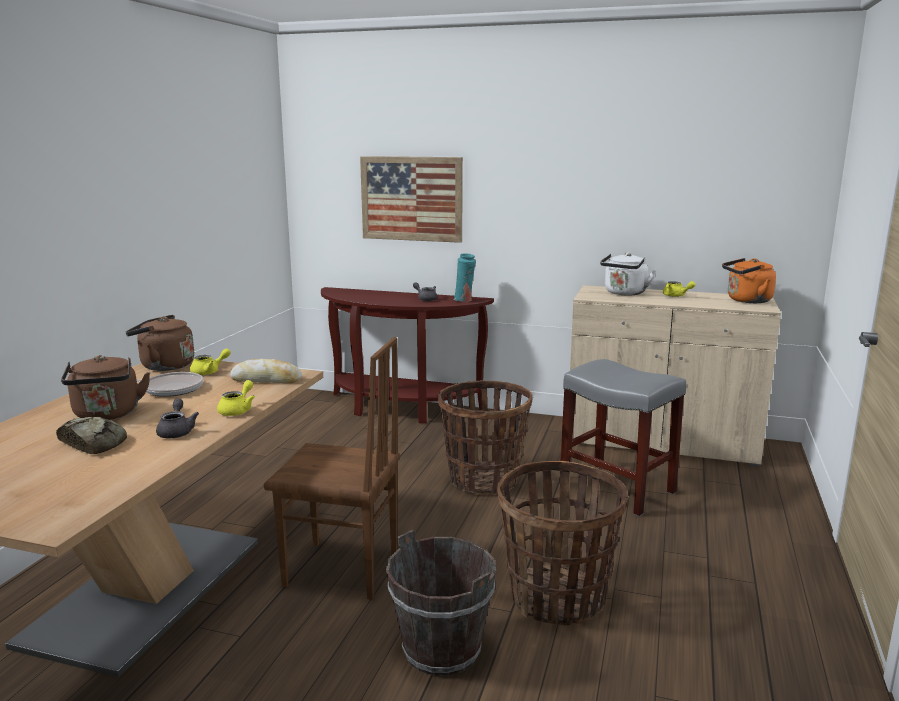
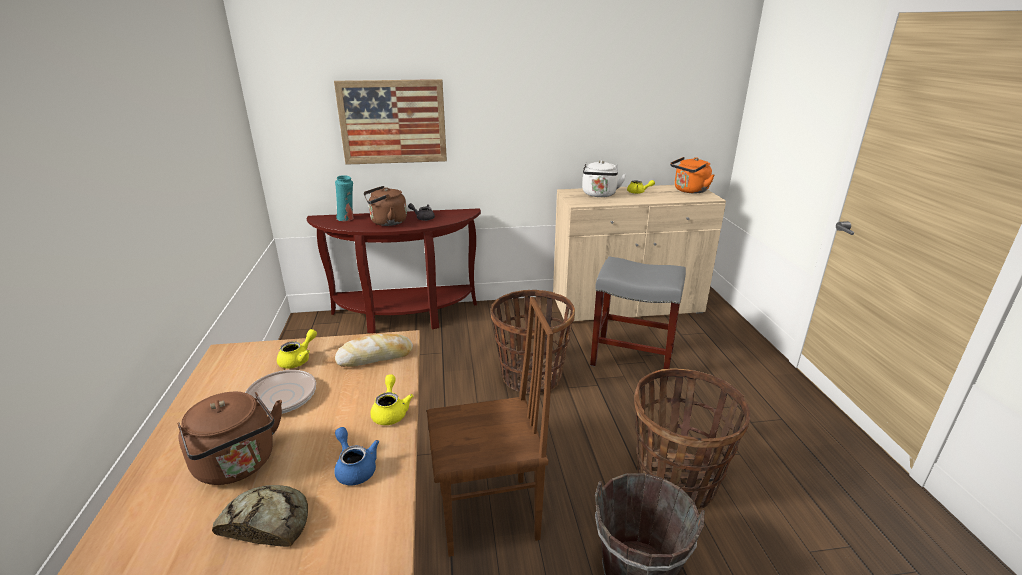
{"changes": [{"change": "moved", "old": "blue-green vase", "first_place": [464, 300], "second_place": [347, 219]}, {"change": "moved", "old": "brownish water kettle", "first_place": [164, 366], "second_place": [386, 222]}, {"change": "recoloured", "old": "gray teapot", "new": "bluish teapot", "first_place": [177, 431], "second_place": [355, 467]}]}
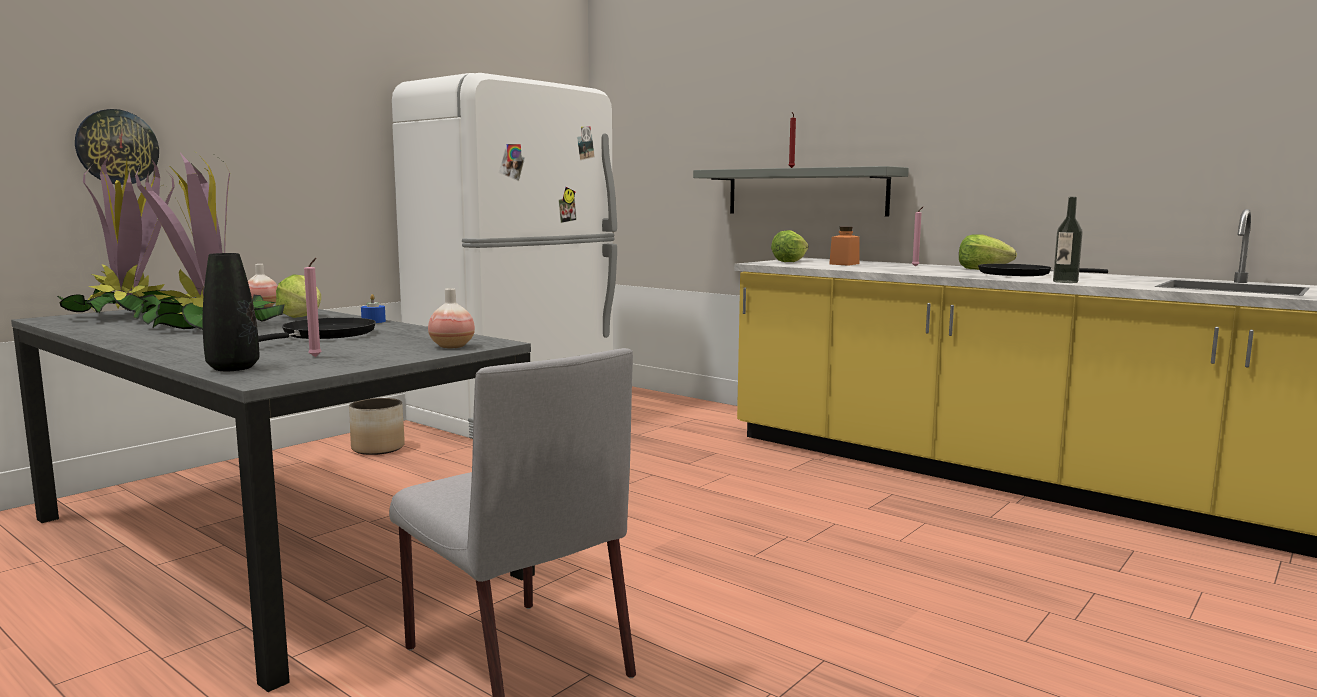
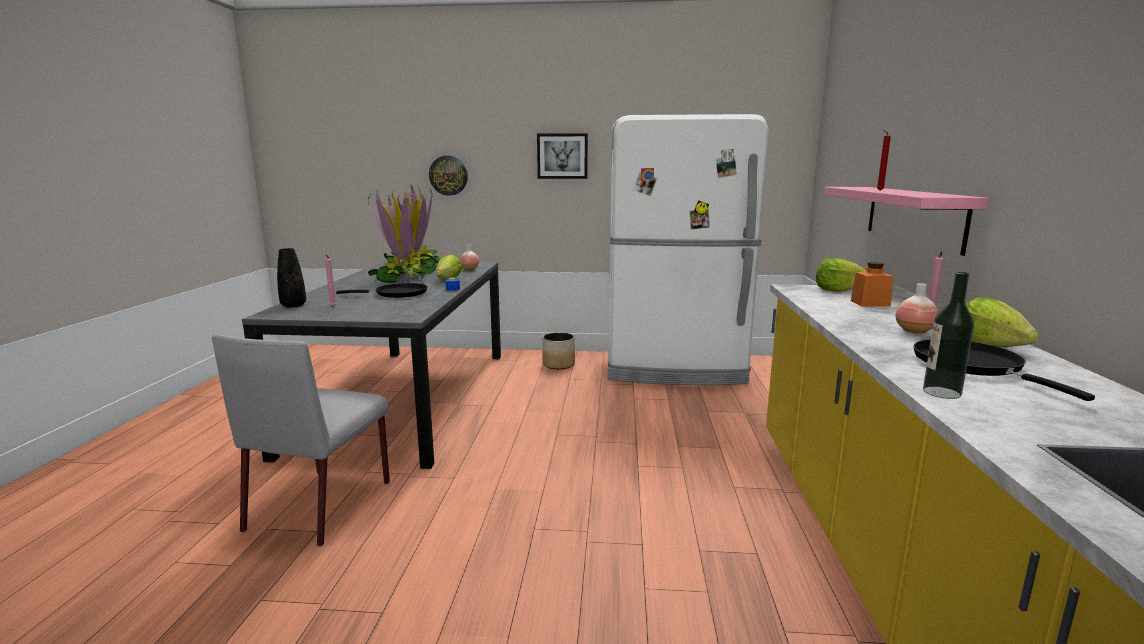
{"changes": [{"change": "recoloured", "old": "gray shelf", "new": "pink-coloured shelf", "first_place": [805, 192], "second_place": [913, 216]}, {"change": "moved", "old": "vase", "first_place": [452, 346], "second_place": [914, 331]}, {"change": "added", "new": "picture", "second_place": [562, 156]}]}
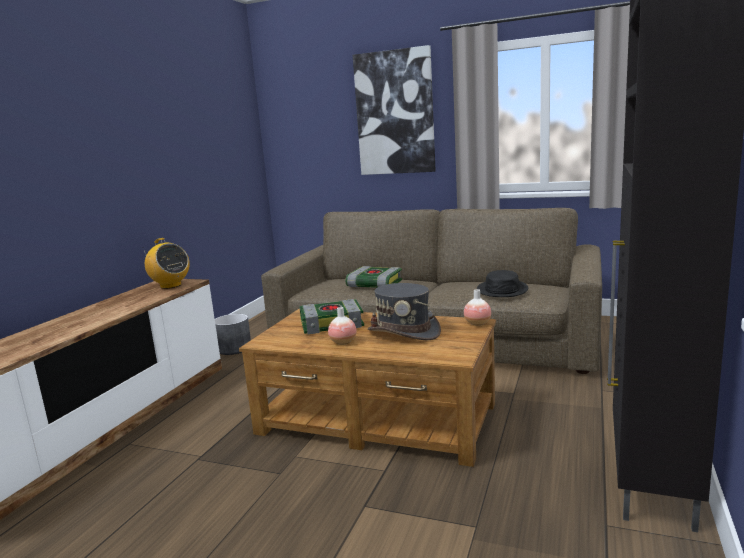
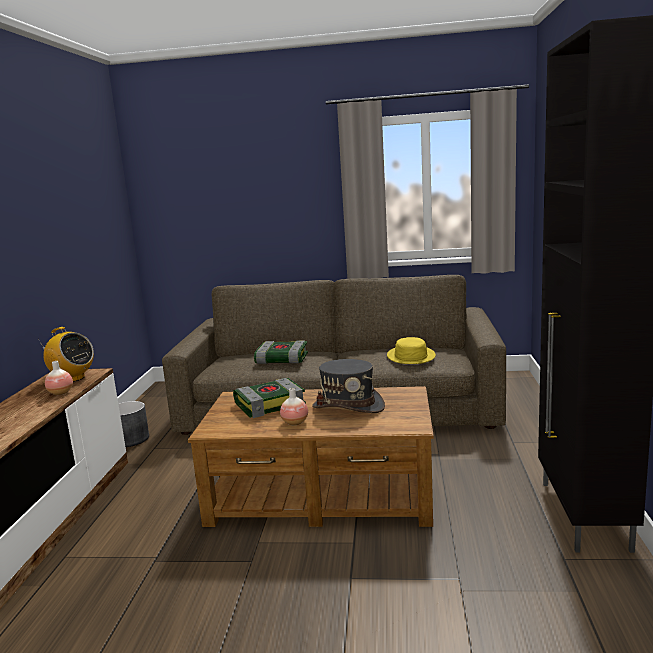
{"changes": [{"change": "removed", "old": "picture", "first_place": [395, 113]}, {"change": "recoloured", "old": "black-coloured wearable hat", "new": "yellowish wearable hat", "first_place": [502, 290], "second_place": [410, 356]}, {"change": "moved", "old": "vase", "first_place": [477, 323], "second_place": [60, 393]}]}
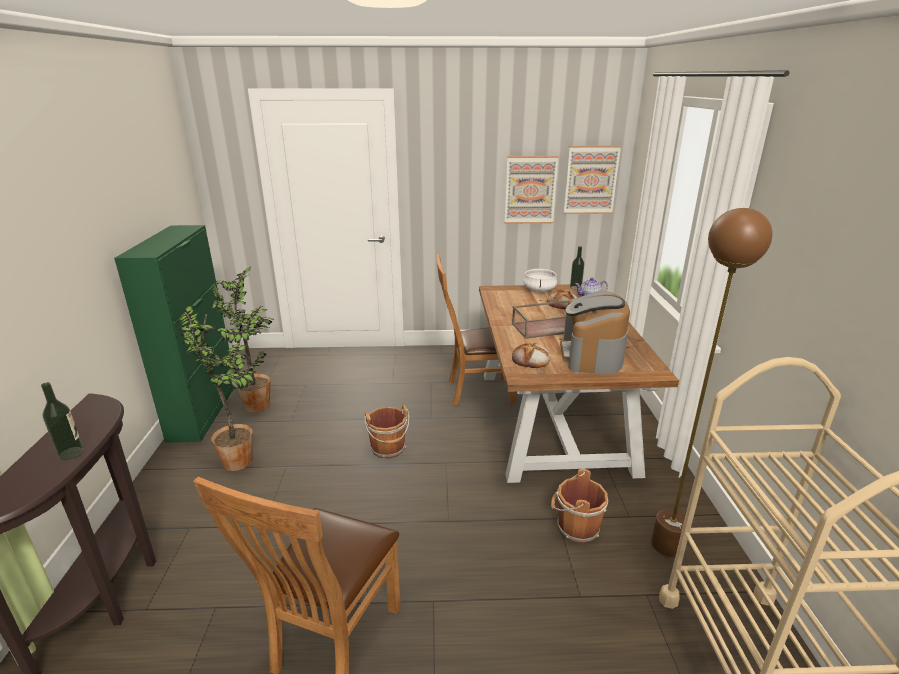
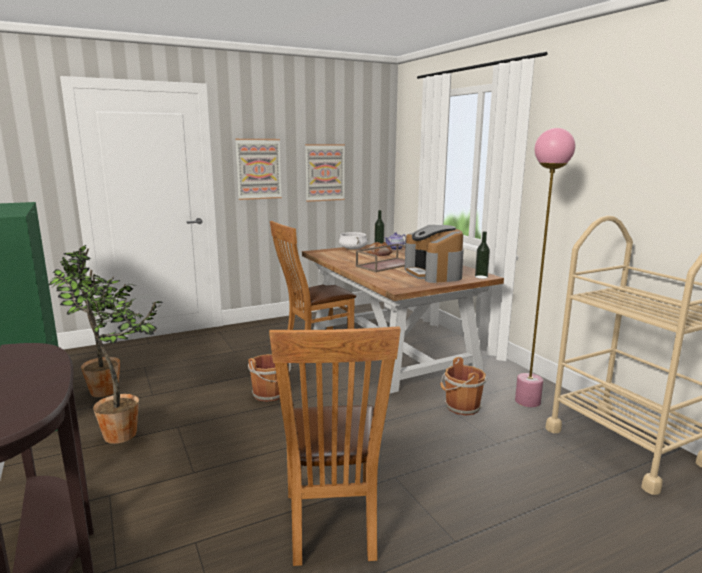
{"changes": [{"change": "moved", "old": "picture", "first_place": [591, 180], "second_place": [258, 169]}, {"change": "recoloured", "old": "brownish standing lamp", "new": "pink-coloured standing lamp", "first_place": [667, 545], "second_place": [527, 401]}, {"change": "removed", "old": "baked bread", "first_place": [531, 360]}, {"change": "moved", "old": "bottle", "first_place": [71, 453], "second_place": [481, 277]}]}
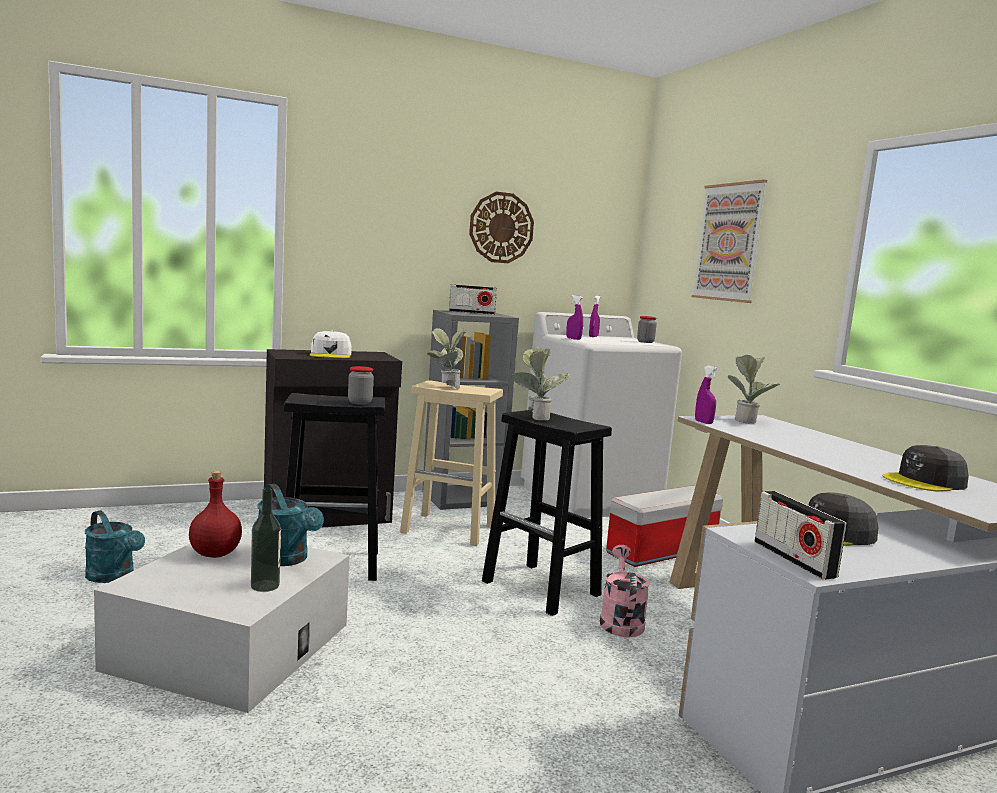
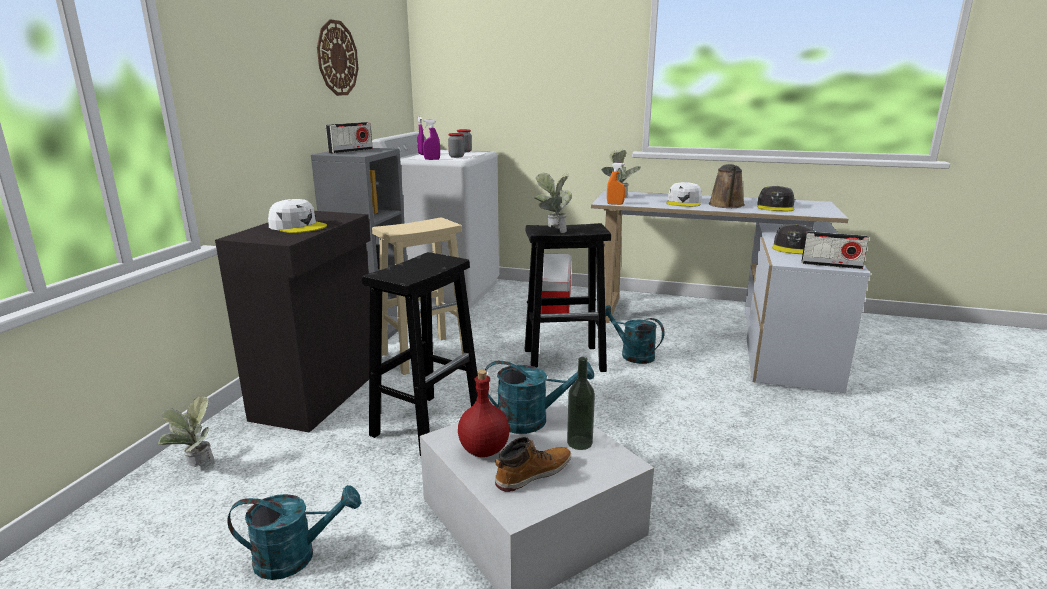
{"changes": [{"change": "removed", "old": "picture", "first_place": [729, 242]}, {"change": "moved", "old": "potted plant", "first_place": [445, 387], "second_place": [196, 468]}, {"change": "moved", "old": "preserve jar", "first_place": [360, 402], "second_place": [456, 156]}, {"change": "recoloured", "old": "purplish sprayer", "new": "orange-coloured sprayer", "first_place": [703, 422], "second_place": [615, 204]}, {"change": "recoloured", "old": "pink-coloured watering pot", "new": "blue-green watering pot", "first_place": [620, 620], "second_place": [632, 354]}, {"change": "added", "new": "brownish watering pot", "second_place": [727, 205]}, {"change": "added", "new": "white peaked cap", "second_place": [684, 202]}, {"change": "added", "new": "high-top boot", "second_place": [533, 473]}]}
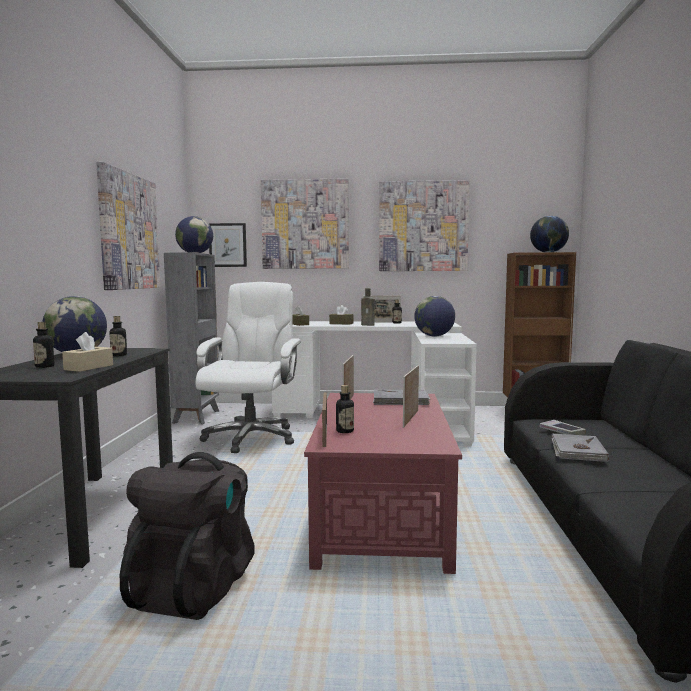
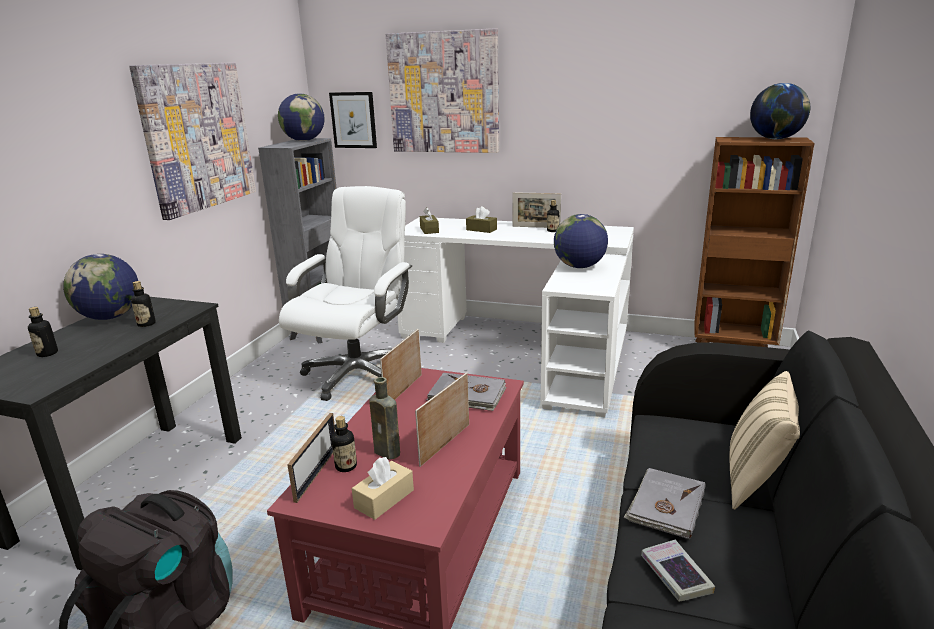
{"changes": [{"change": "removed", "old": "picture", "first_place": [423, 226]}, {"change": "moved", "old": "brownish bottle", "first_place": [368, 325], "second_place": [388, 452]}, {"change": "moved", "old": "beige-coloured box of tissues", "first_place": [89, 367], "second_place": [384, 499]}, {"change": "moved", "old": "bound book", "first_place": [561, 432], "second_place": [675, 575]}, {"change": "added", "new": "beige-coloured throw pillow", "second_place": [756, 481]}]}
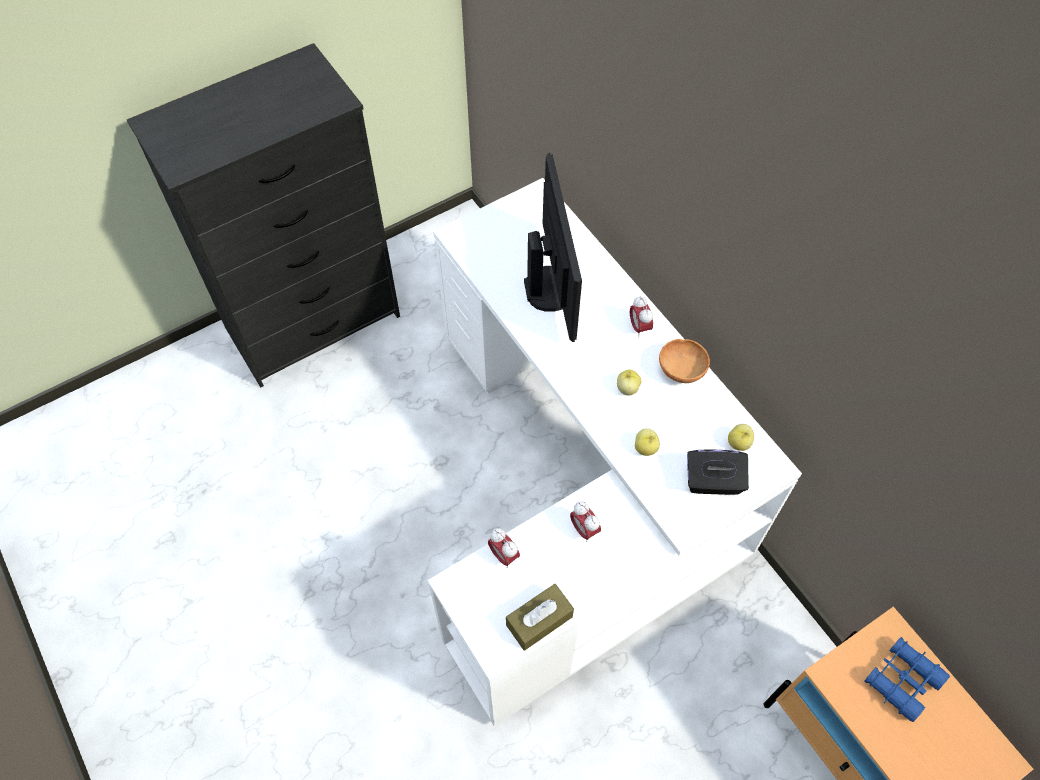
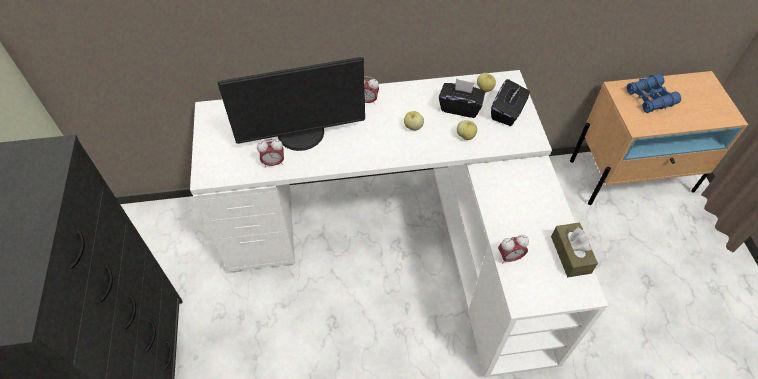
{"changes": [{"change": "turned", "old": "monitor", "first_place": [552, 288], "second_place": [301, 135], "degrees": 150}, {"change": "removed", "old": "brownish deep dish", "first_place": [682, 369]}, {"change": "moved", "old": "bedside clock", "first_place": [584, 529], "second_place": [273, 163]}, {"change": "added", "new": "black-coloured box of tissues", "second_place": [460, 107]}]}
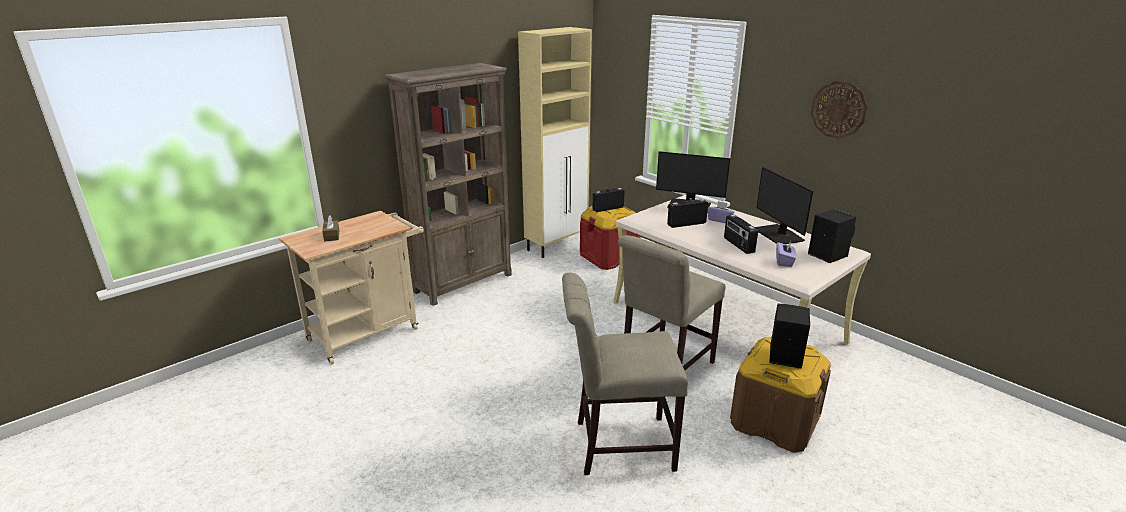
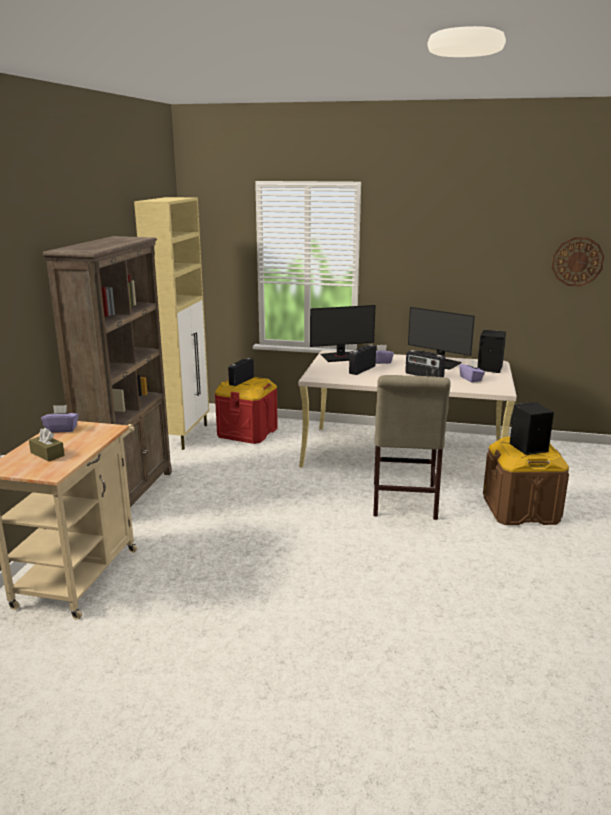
{"changes": [{"change": "moved", "old": "hanging clock", "first_place": [838, 109], "second_place": [577, 261]}, {"change": "removed", "old": "beige-coloured plain chair", "first_place": [617, 444]}, {"change": "added", "new": "purplish box of tissues", "second_place": [62, 429]}]}
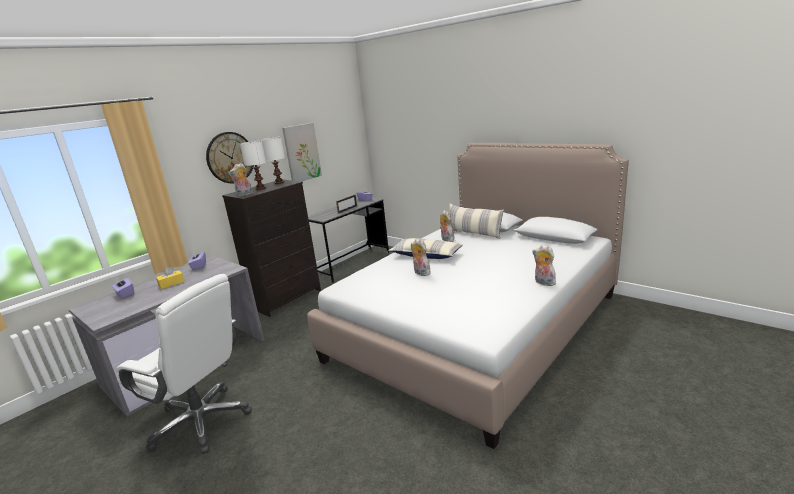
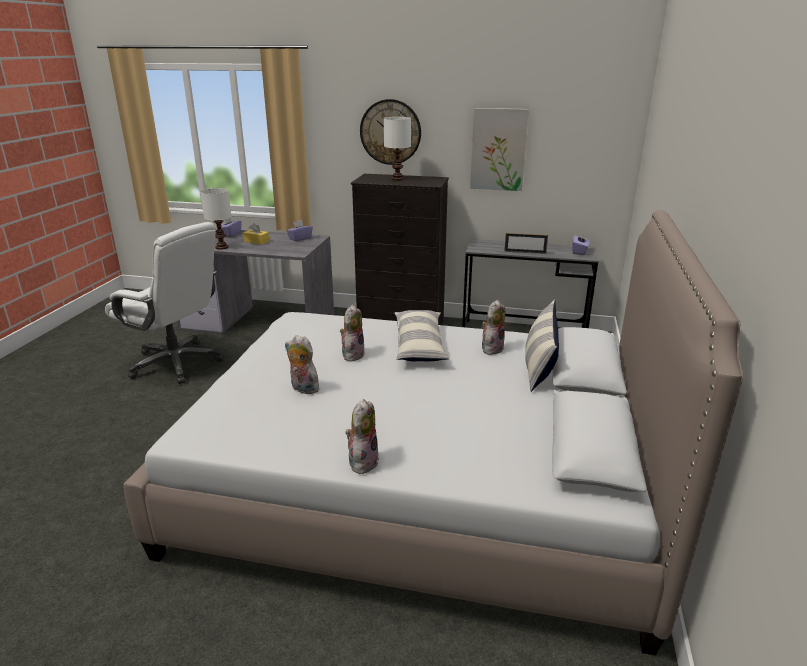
{"changes": [{"change": "moved", "old": "white lamp for a table", "first_place": [279, 183], "second_place": [221, 247]}, {"change": "moved", "old": "soft toy", "first_place": [244, 195], "second_place": [302, 389]}, {"change": "turned", "old": "white computer chair", "first_place": [202, 421], "second_place": [176, 363], "degrees": -60}]}
